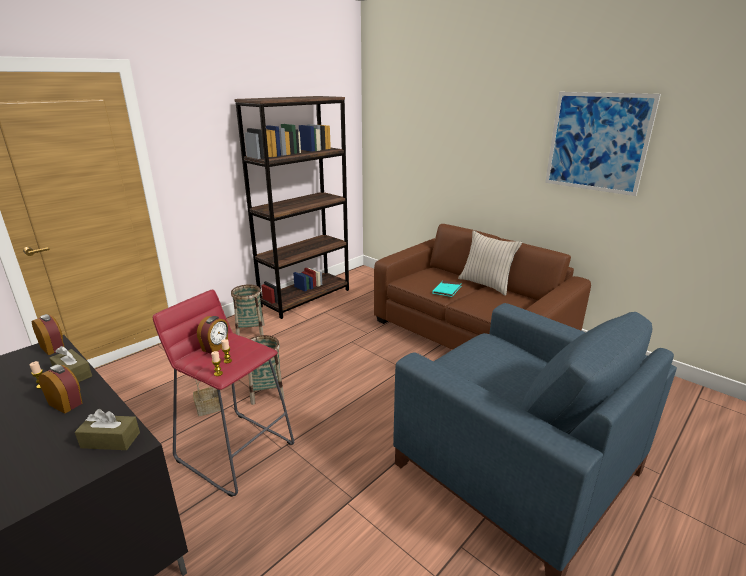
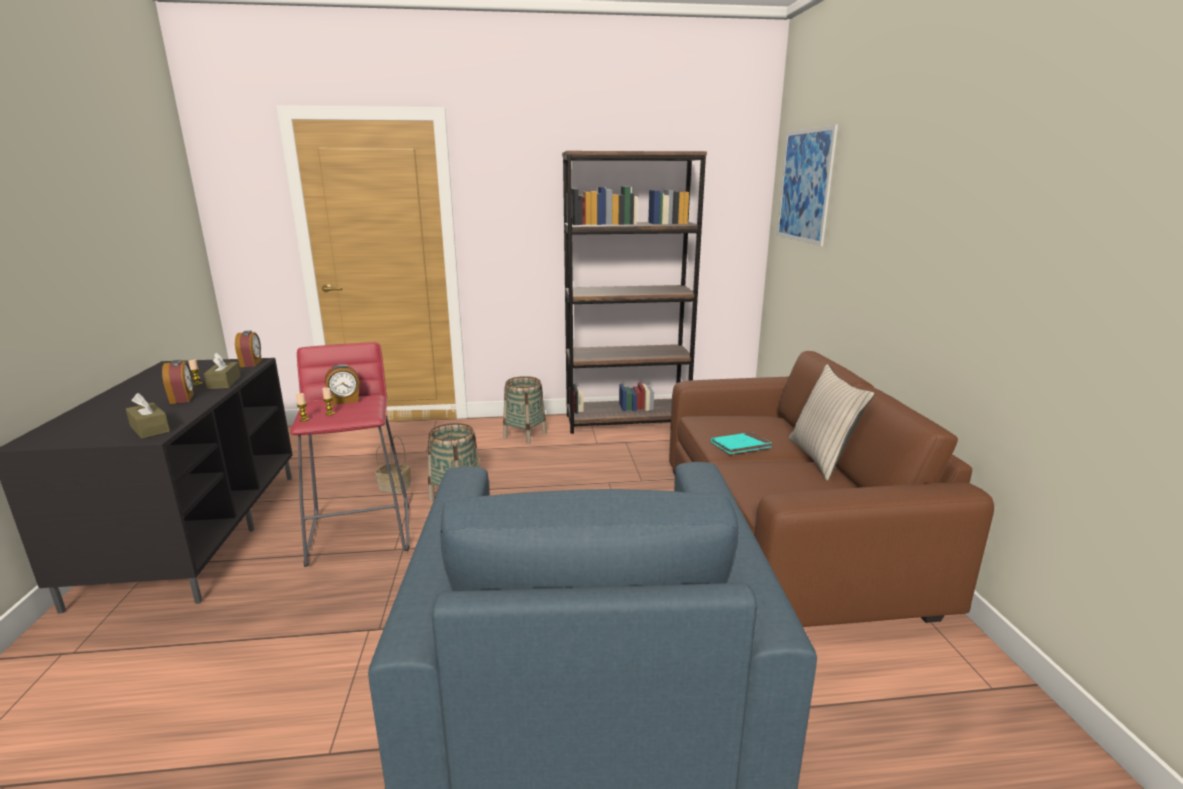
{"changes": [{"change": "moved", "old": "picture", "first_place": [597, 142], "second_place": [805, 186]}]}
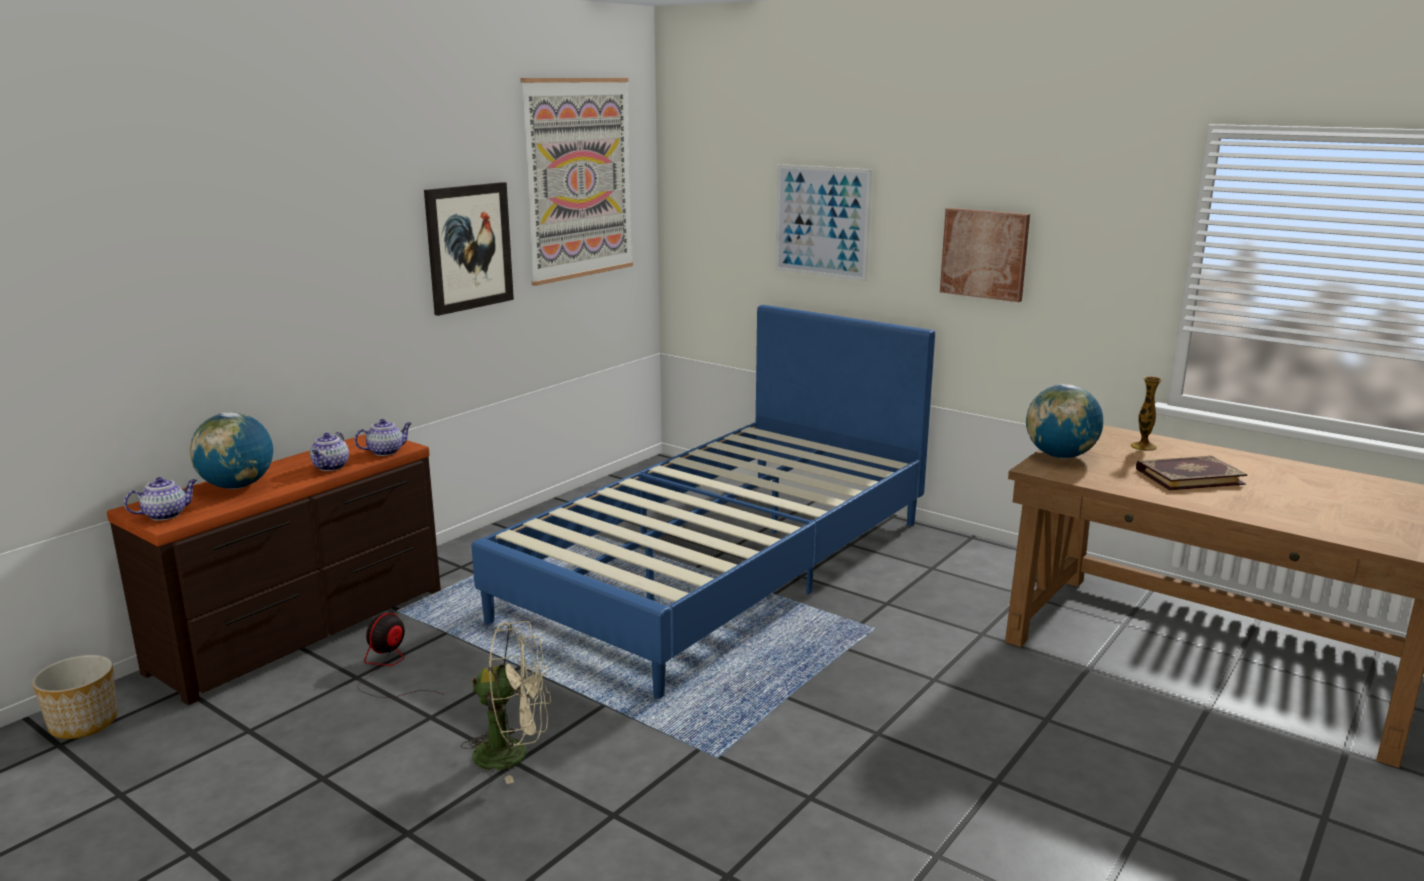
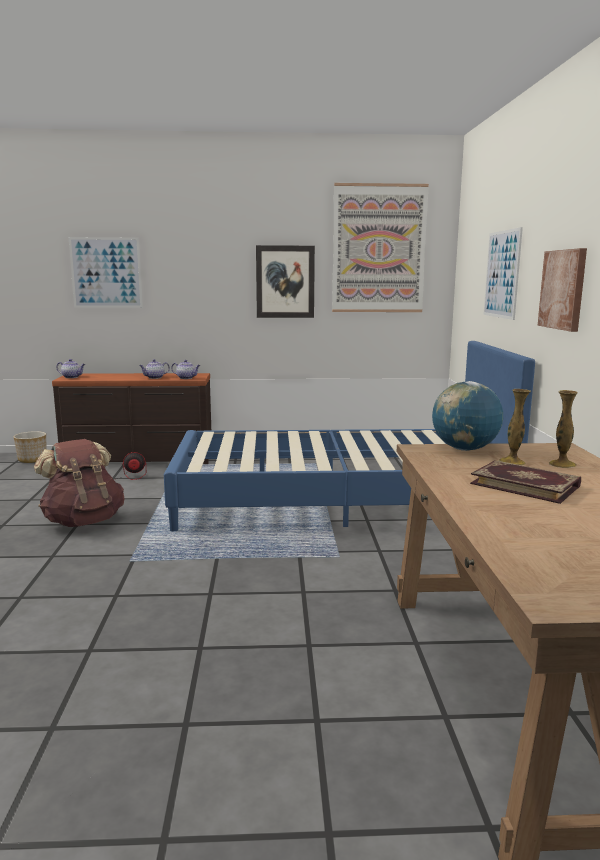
{"changes": [{"change": "removed", "old": "world globe", "first_place": [237, 486]}, {"change": "replaced", "old": "beige-coloured electric fan", "new": "brownish rucksack", "first_place": [513, 754], "second_place": [83, 521]}, {"change": "added", "new": "picture", "second_place": [106, 273]}, {"change": "added", "new": "vase", "second_place": [512, 462]}]}
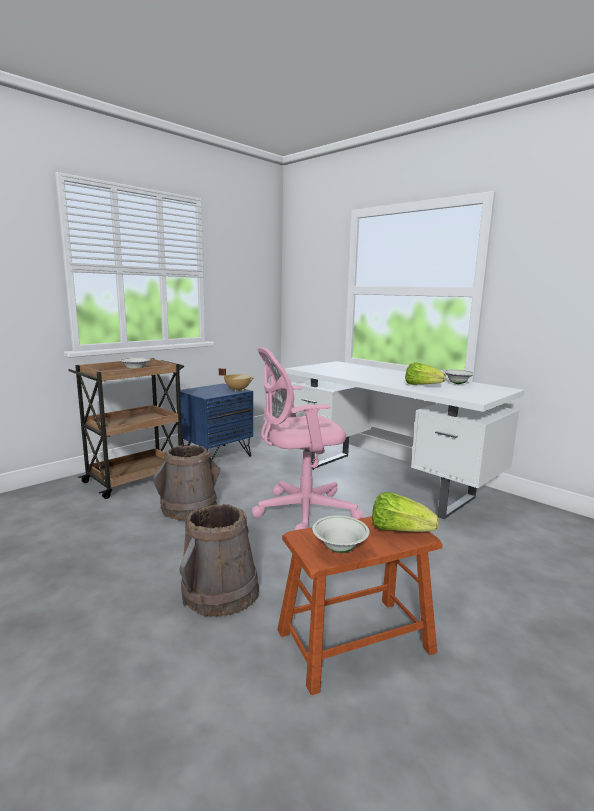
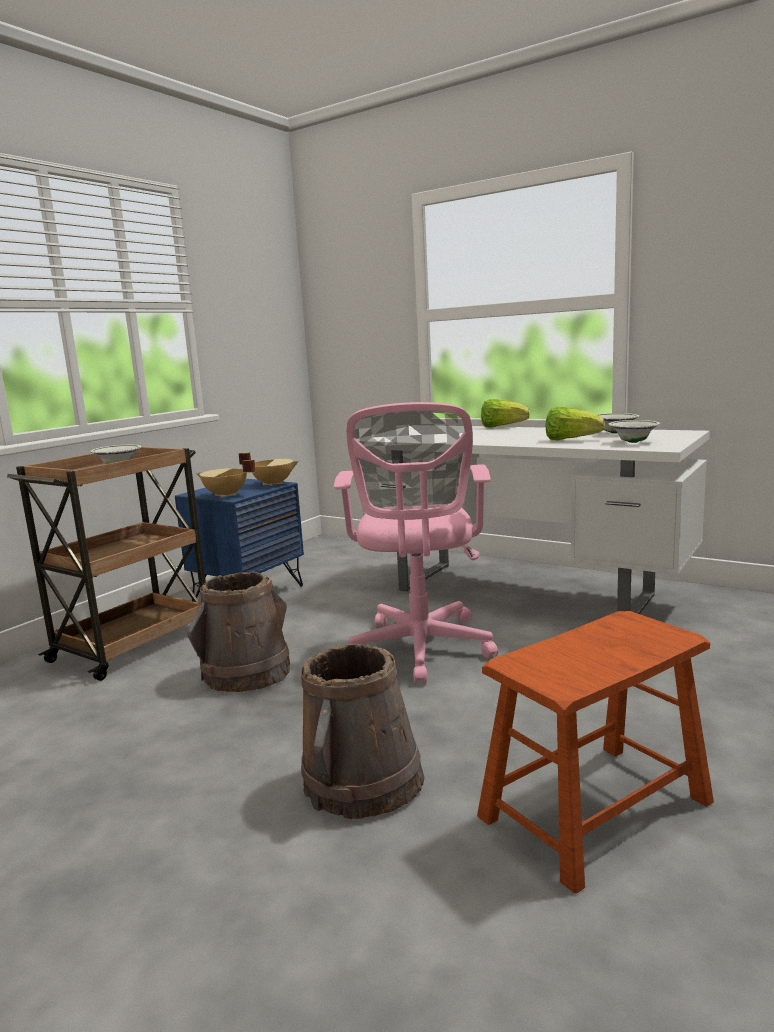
{"changes": [{"change": "turned", "old": "pink-coloured computer chair", "first_place": [300, 511], "second_place": [420, 650], "degrees": -60}, {"change": "moved", "old": "lettuce head", "first_place": [399, 530], "second_place": [502, 427]}, {"change": "moved", "old": "white deep dish", "first_place": [339, 549], "second_place": [633, 442]}, {"change": "added", "new": "beige-coloured cooking pot", "second_place": [225, 495]}]}
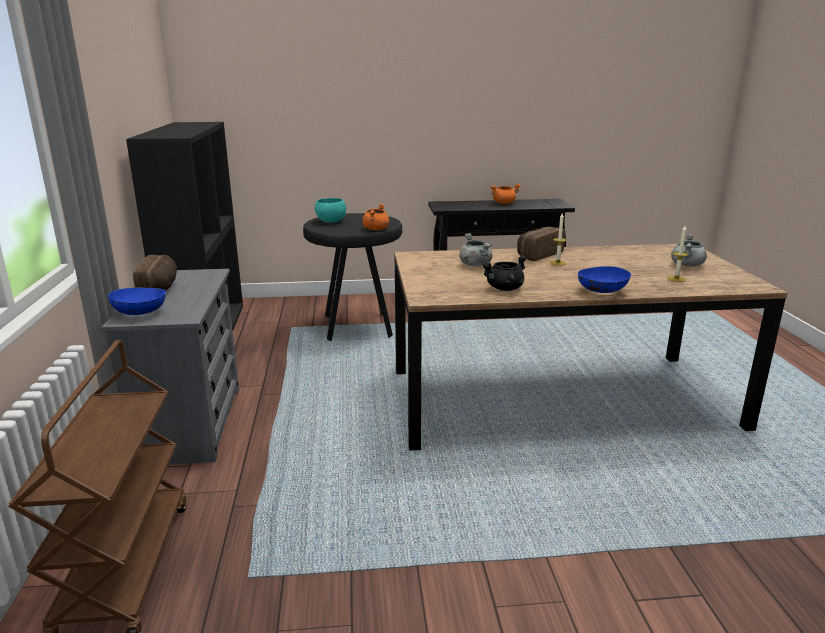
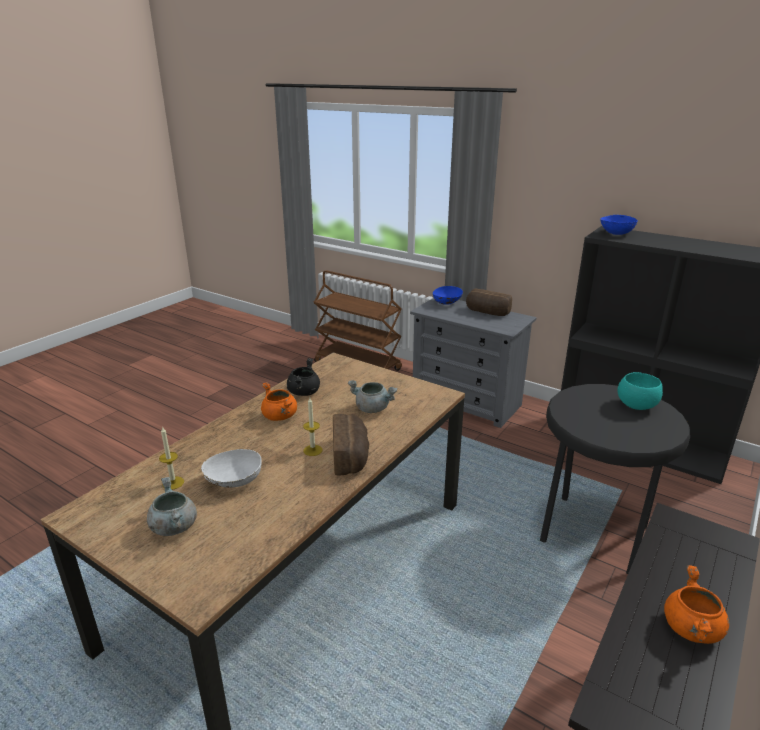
{"changes": [{"change": "moved", "old": "orange-coloured cooking pot", "first_place": [375, 229], "second_place": [280, 416]}, {"change": "moved", "old": "bluish deep dish", "first_place": [602, 292], "second_place": [616, 233]}, {"change": "added", "new": "white deep dish", "second_place": [234, 482]}]}
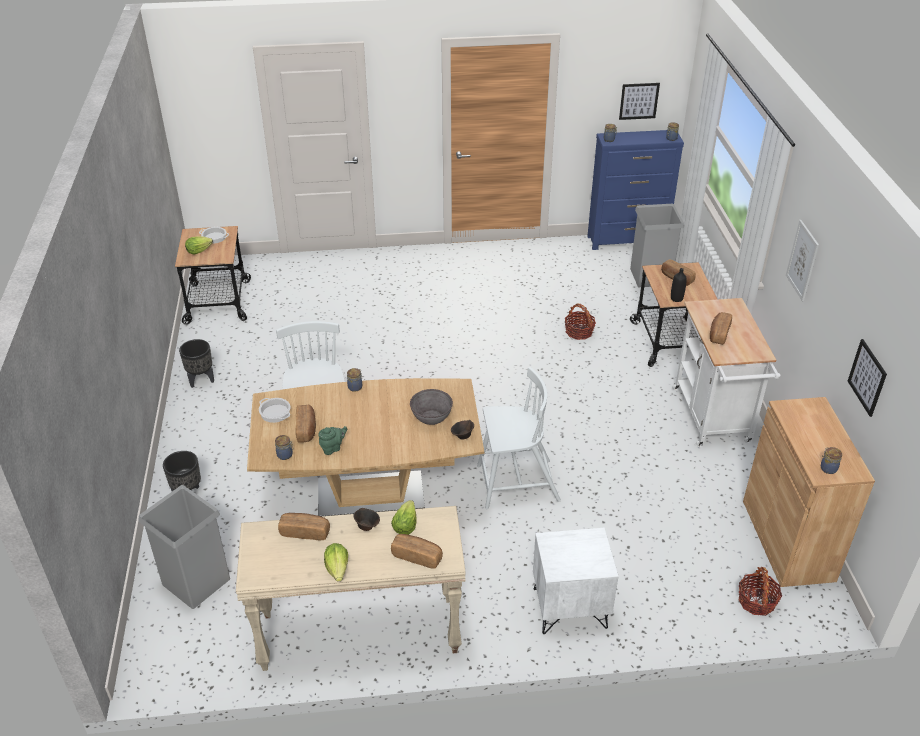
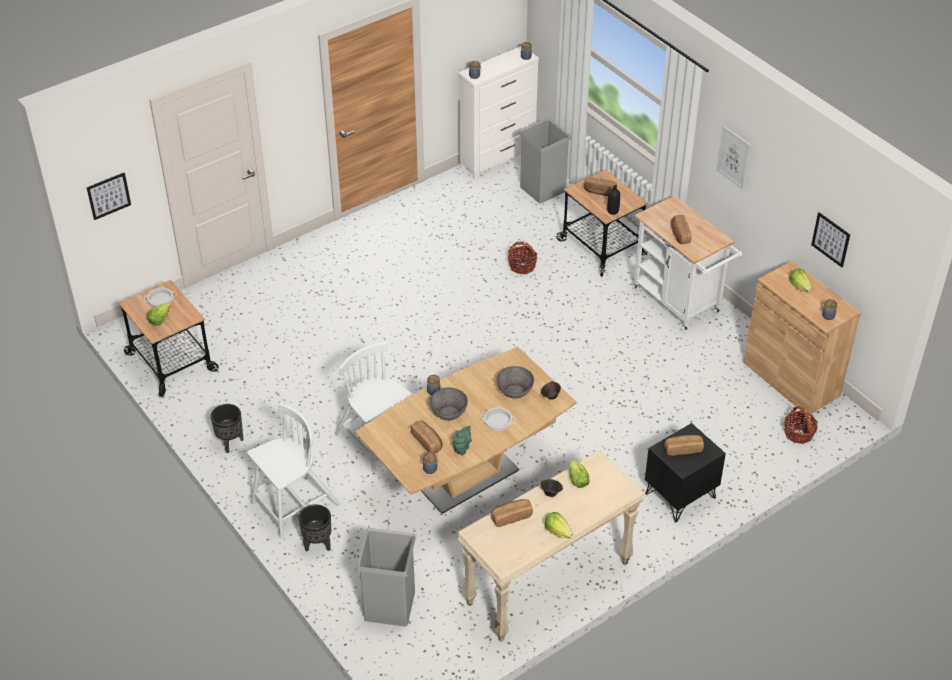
{"changes": [{"change": "moved", "old": "picture", "first_place": [639, 101], "second_place": [108, 195]}, {"change": "recoloured", "old": "bluish chest of drawers", "new": "white chest of drawers", "first_place": [627, 241], "second_place": [498, 159]}, {"change": "moved", "old": "white plain chair", "first_place": [516, 484], "second_place": [294, 505]}, {"change": "moved", "old": "cooking pot", "first_place": [275, 413], "second_place": [497, 421]}, {"change": "recoloured", "old": "white bedside table", "new": "black-coloured bedside table", "first_place": [569, 609], "second_place": [680, 496]}, {"change": "moved", "old": "baked bread", "first_place": [417, 556], "second_place": [683, 449]}, {"change": "added", "new": "lettuce head", "second_place": [799, 286]}, {"change": "added", "new": "gray deep dish", "second_place": [449, 412]}]}
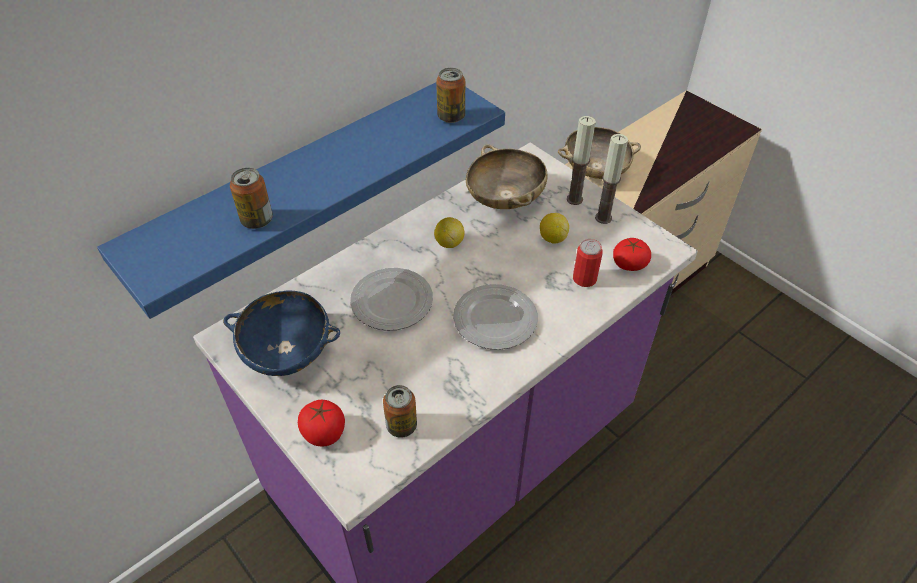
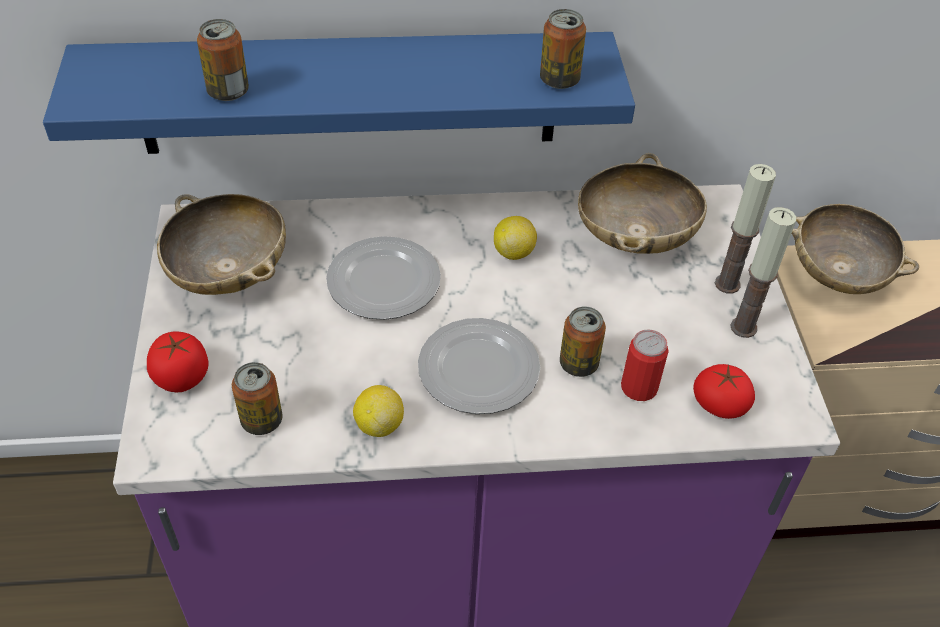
{"changes": [{"change": "moved", "old": "lemon", "first_place": [552, 238], "second_place": [379, 424]}, {"change": "recoloured", "old": "bluish deep dish", "new": "beige-coloured deep dish", "first_place": [287, 351], "second_place": [229, 272]}, {"change": "added", "new": "can", "second_place": [578, 364]}]}
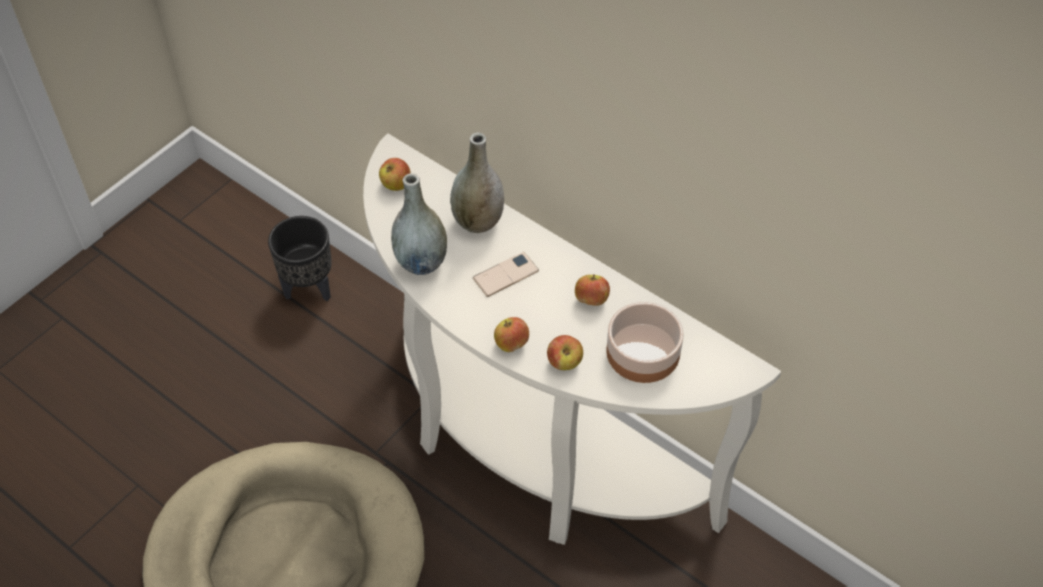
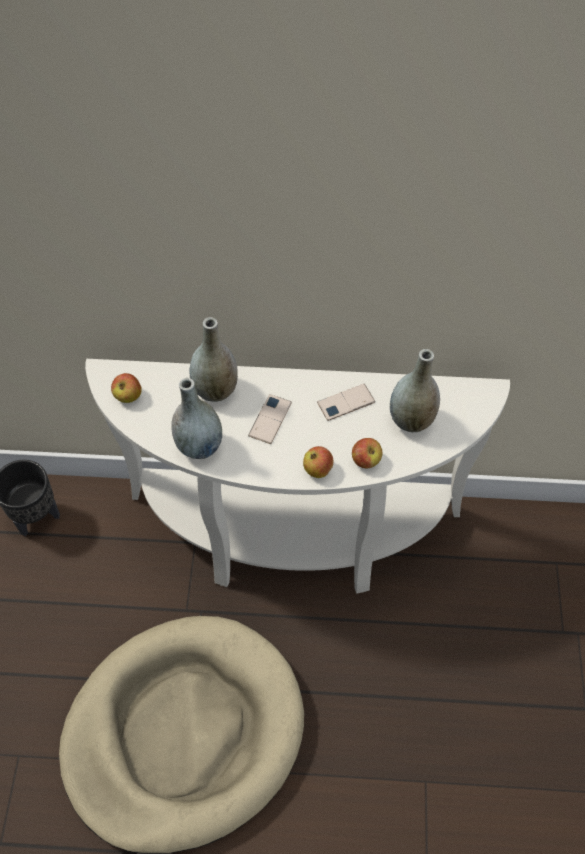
{"changes": [{"change": "replaced", "old": "apple fruit", "new": "phone", "first_place": [591, 300], "second_place": [346, 402]}, {"change": "replaced", "old": "deep dish", "new": "gray vase", "first_place": [642, 351], "second_place": [411, 420]}]}
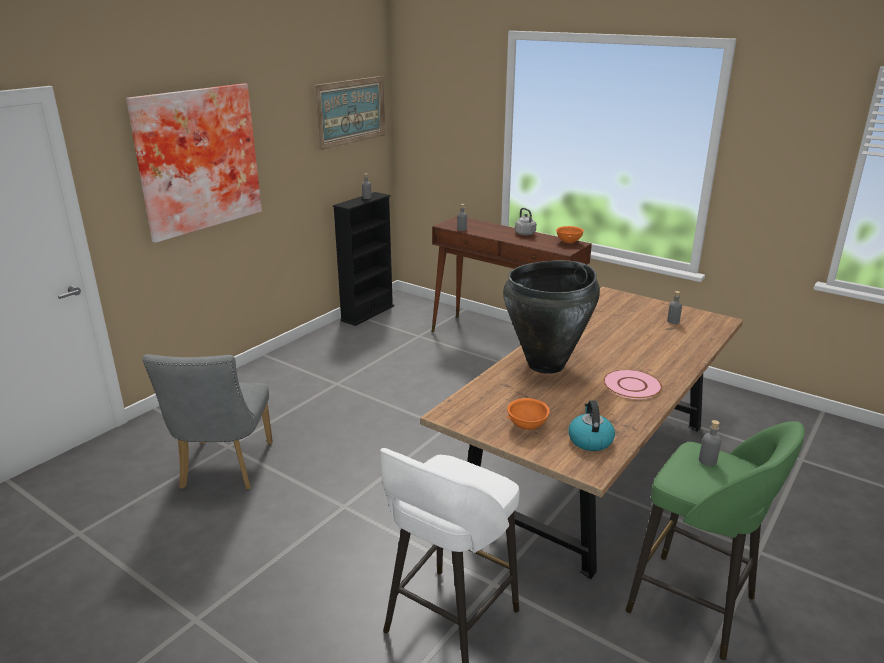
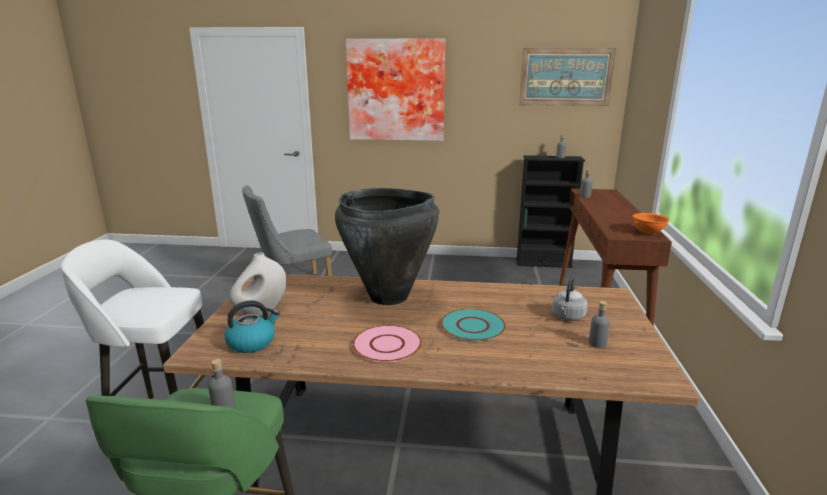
{"changes": [{"change": "moved", "old": "gray water kettle", "first_place": [526, 234], "second_place": [567, 317]}, {"change": "replaced", "old": "orange-coloured deep dish", "new": "white vase", "first_place": [527, 426], "second_place": [261, 311]}, {"change": "added", "new": "blue-green plate", "second_place": [473, 326]}]}
